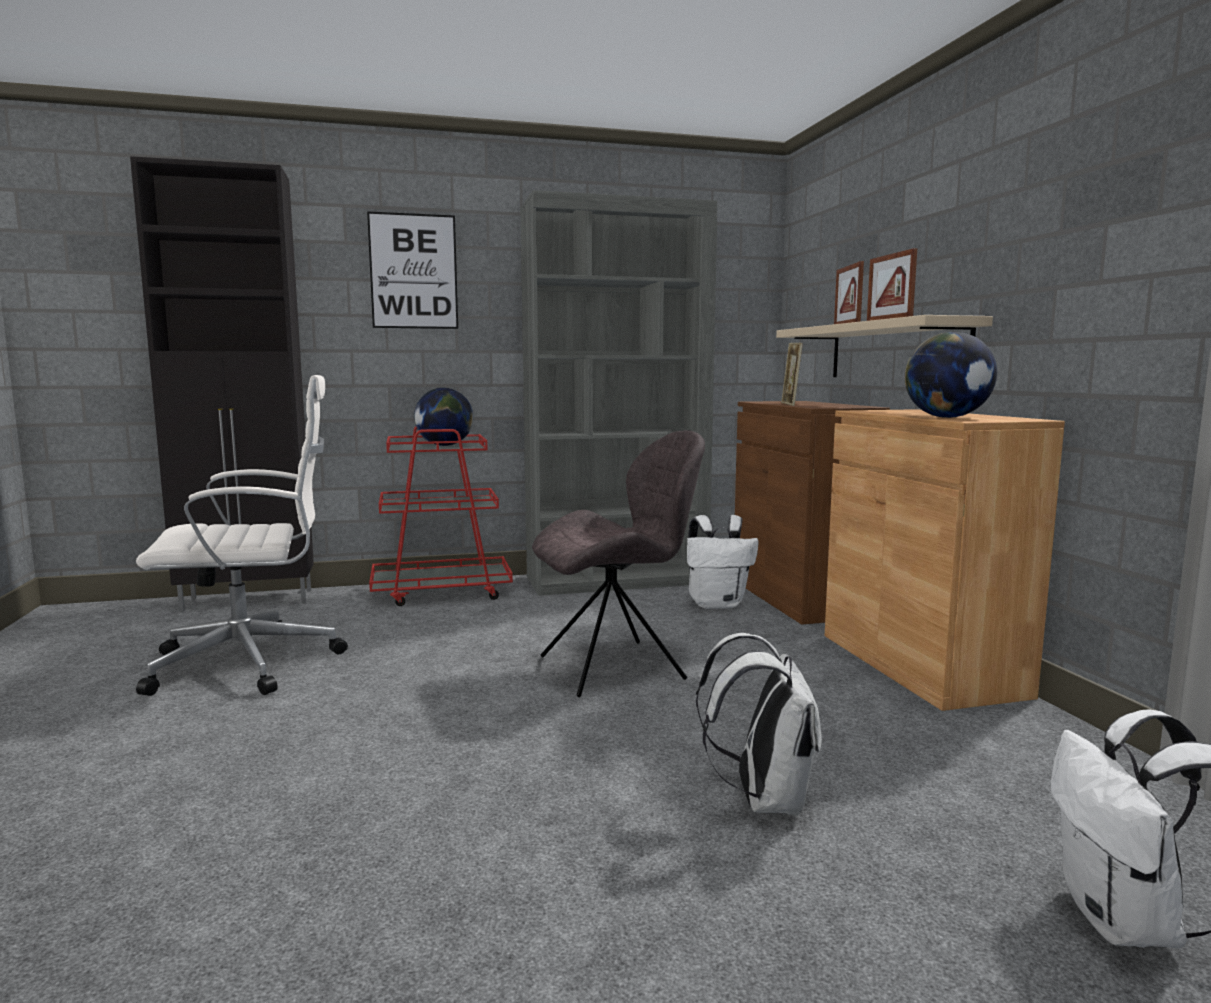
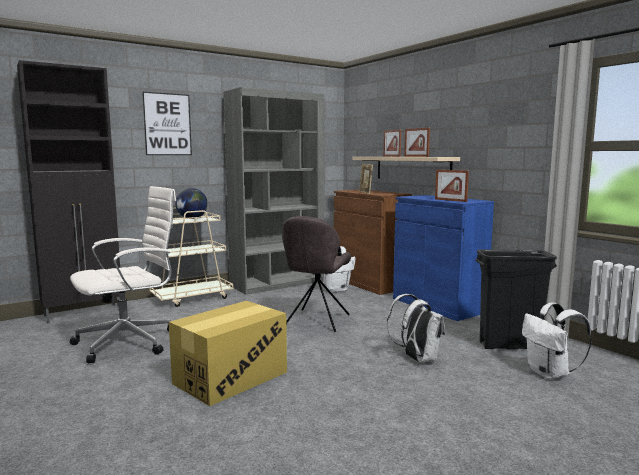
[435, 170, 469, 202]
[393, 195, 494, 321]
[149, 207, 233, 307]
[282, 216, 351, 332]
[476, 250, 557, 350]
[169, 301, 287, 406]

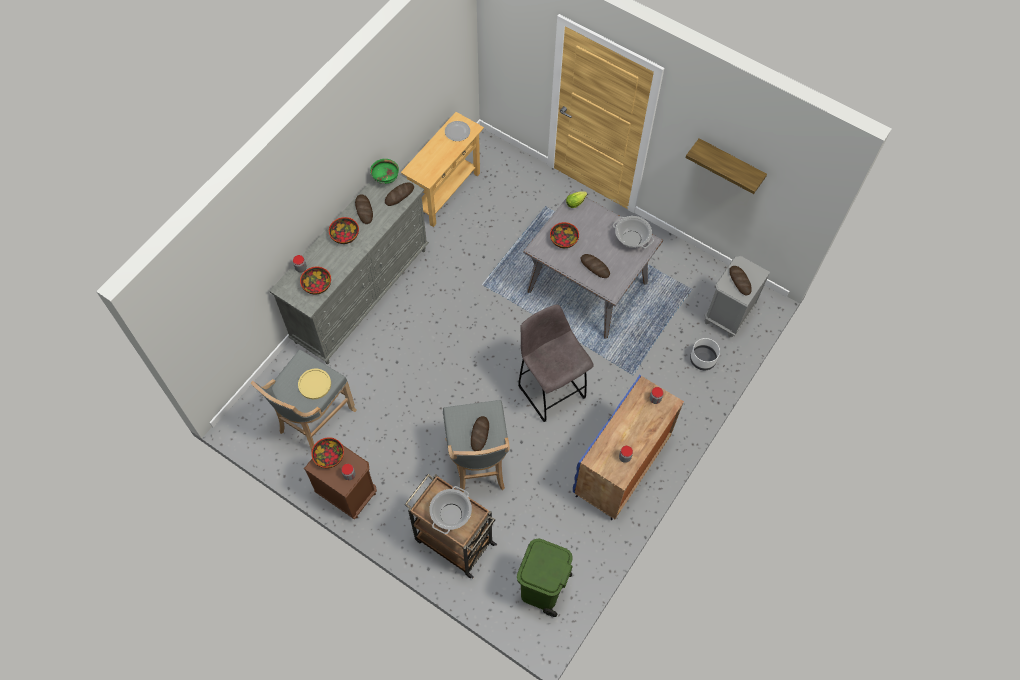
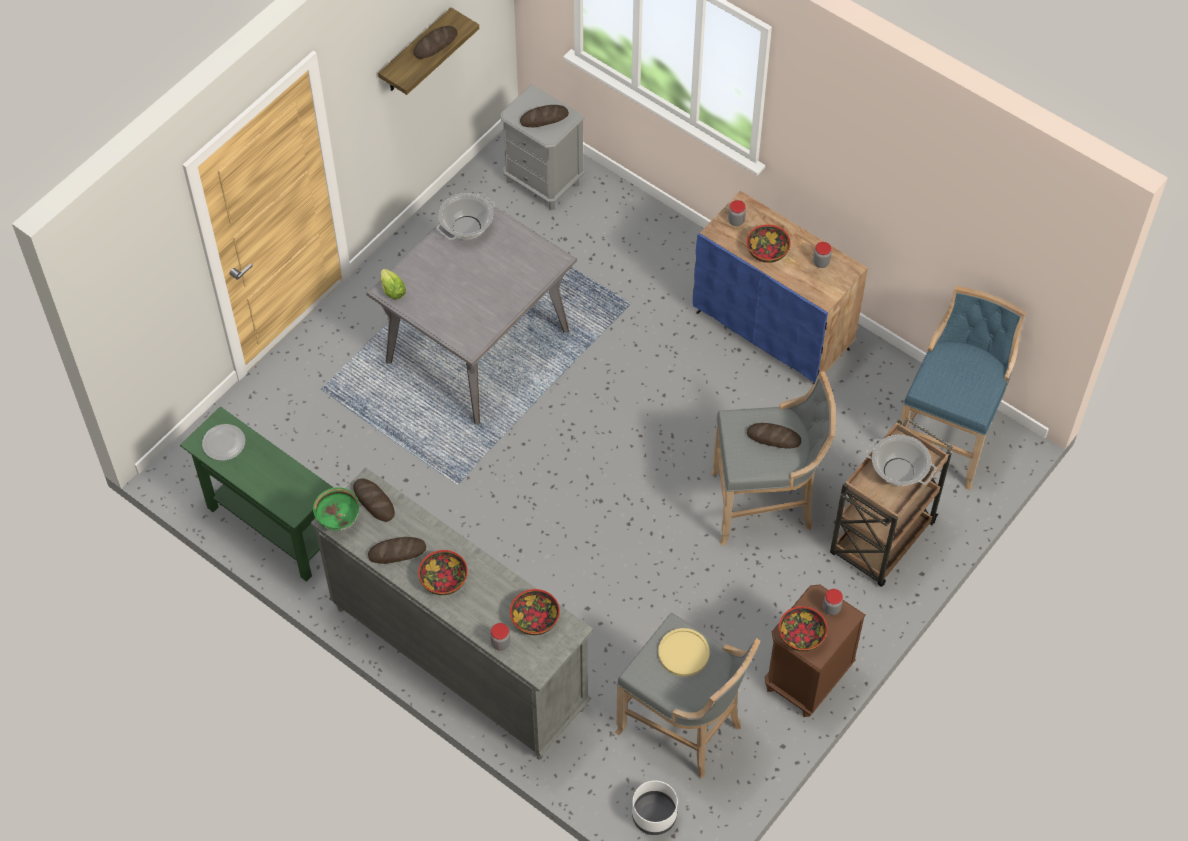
[180, 406, 334, 582]
[746, 224, 791, 263]
[413, 26, 458, 59]
[518, 304, 594, 422] (first image)
[632, 781, 678, 835]
[900, 286, 1026, 490]

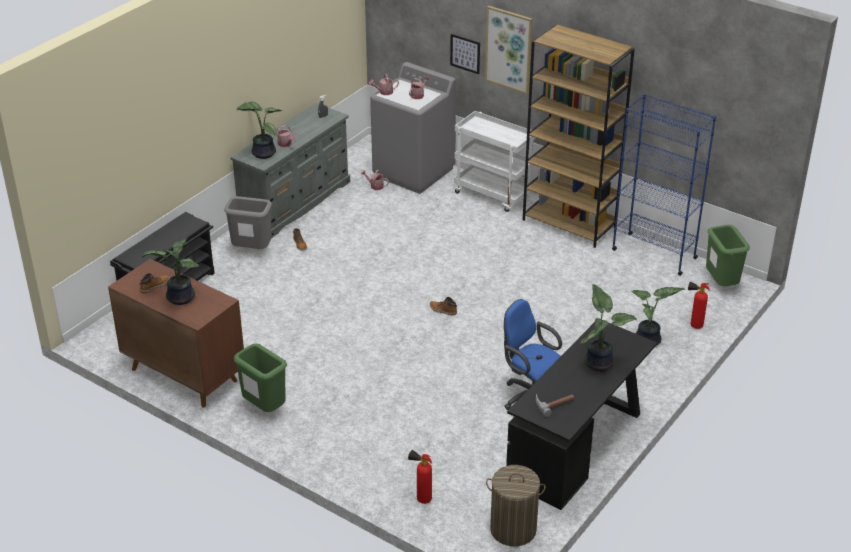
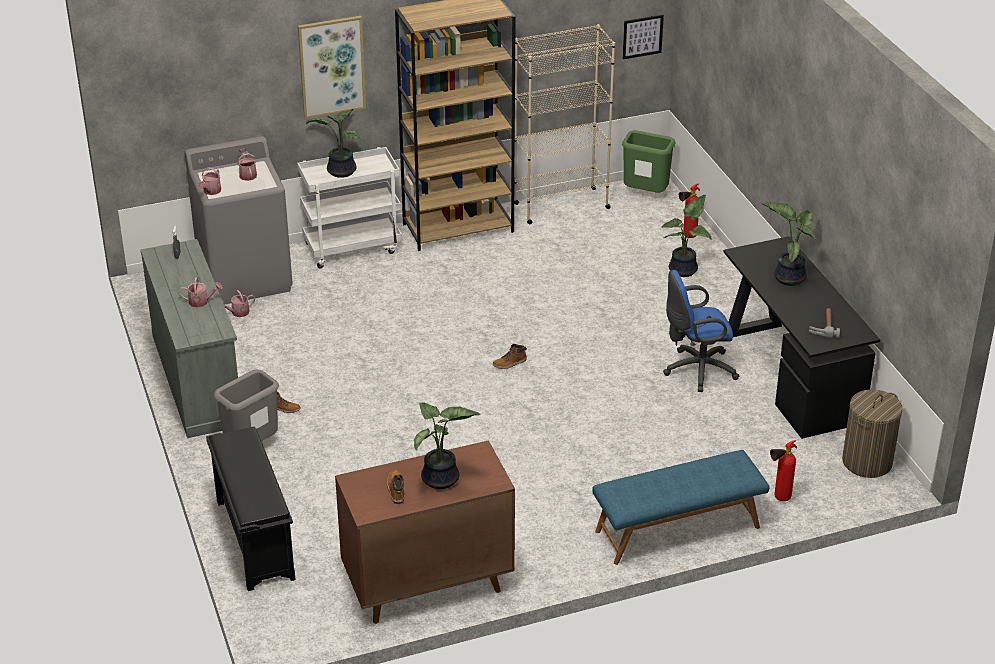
[623, 15, 664, 59]
[514, 24, 615, 225]
[306, 109, 363, 178]
[234, 343, 287, 412] (first image)
[592, 450, 770, 565]

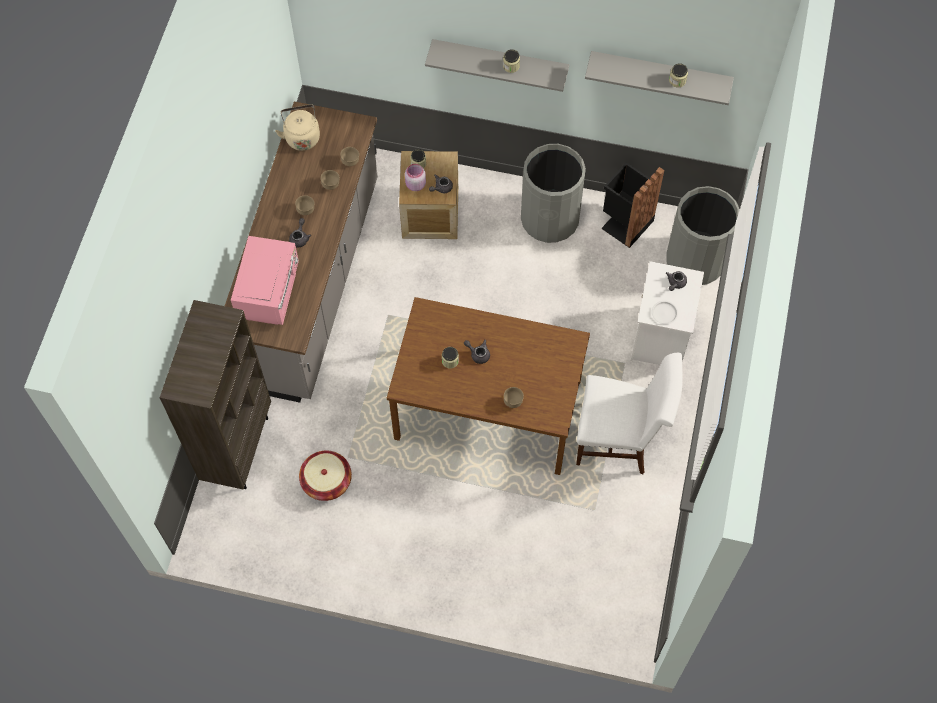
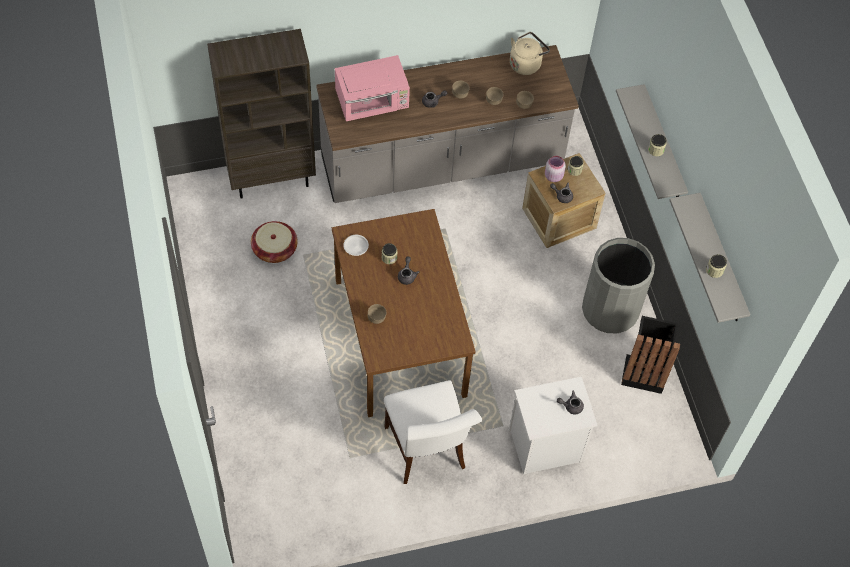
[666, 186, 740, 285] (first image)
[343, 235, 369, 256]

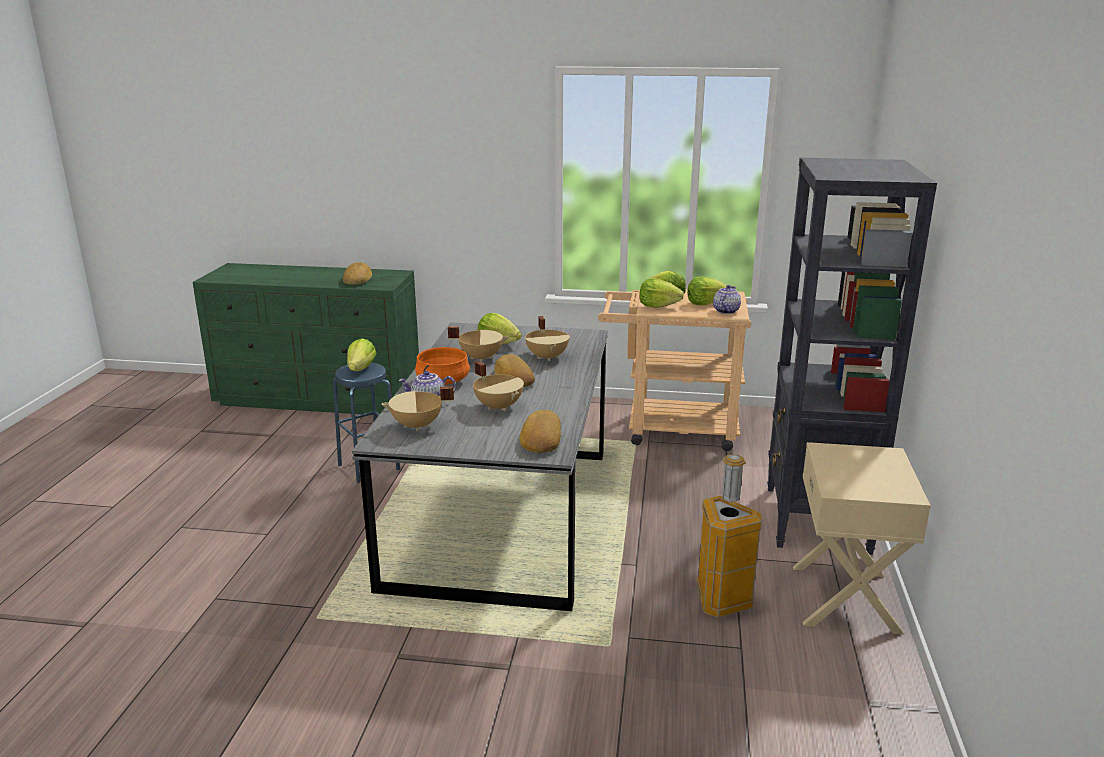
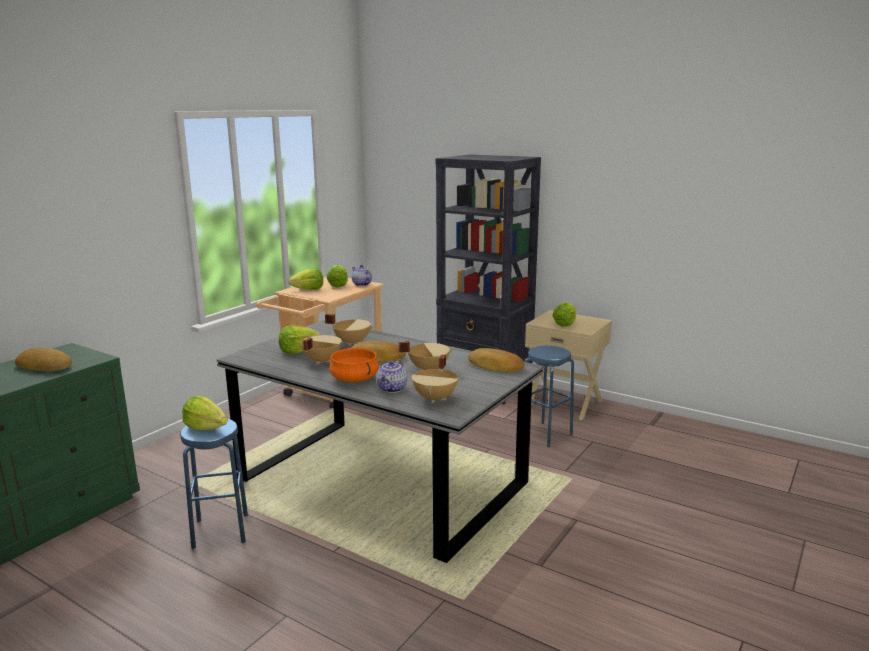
[552, 303, 576, 327]
[524, 346, 574, 447]

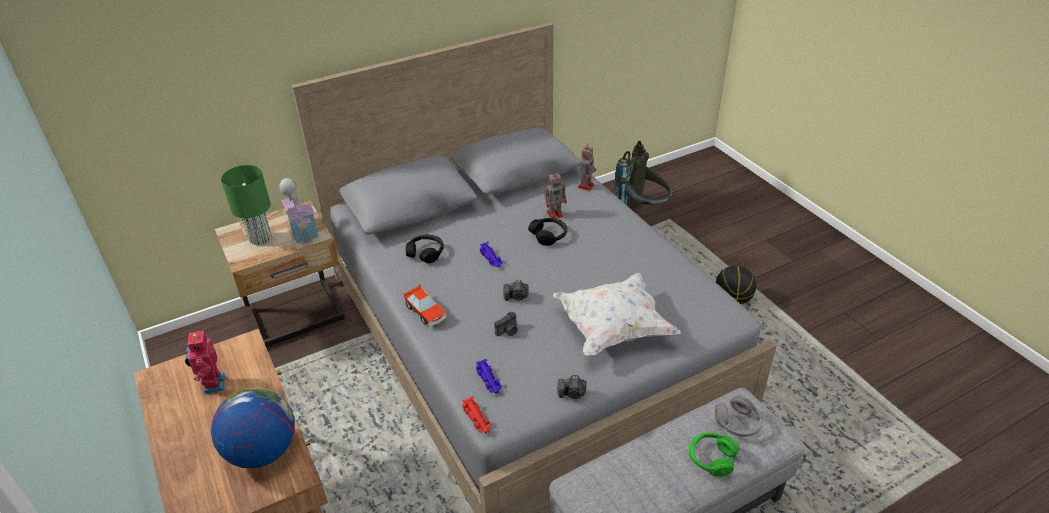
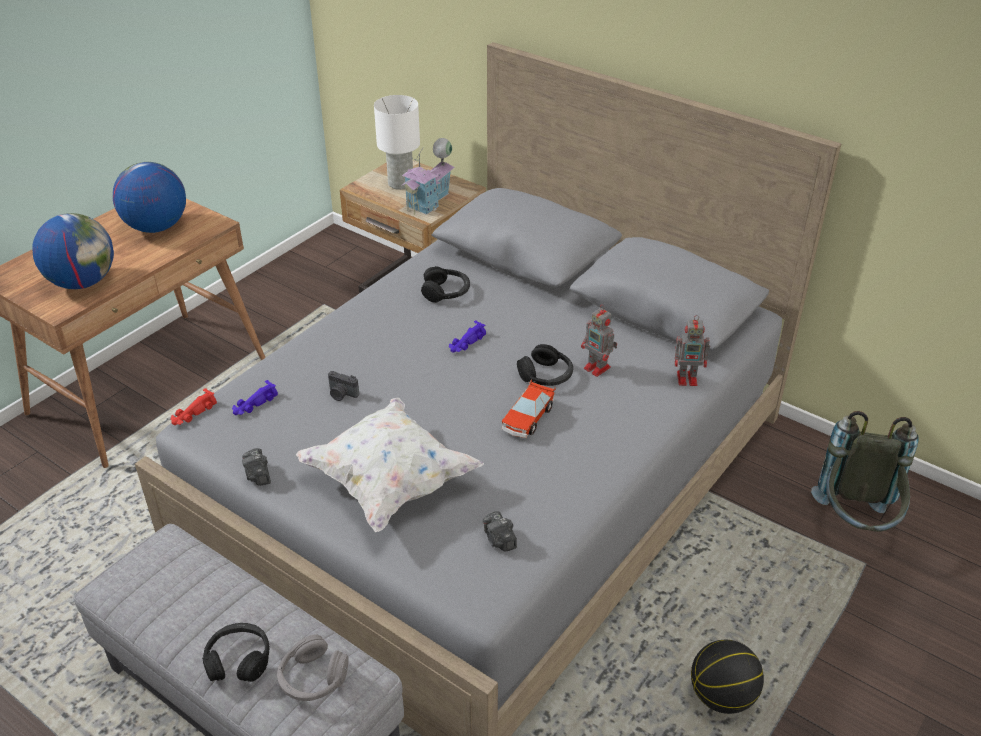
[374, 95, 420, 190]
[483, 511, 517, 552]
[502, 379, 555, 438]
[113, 162, 186, 233]
[202, 623, 269, 682]

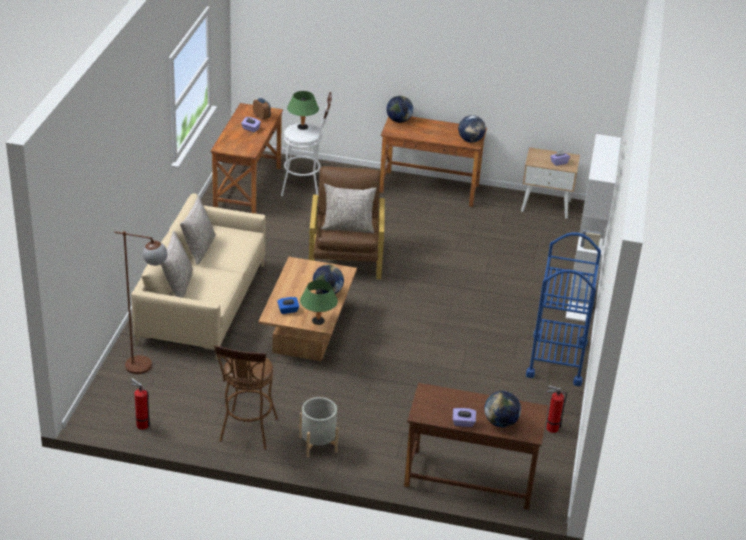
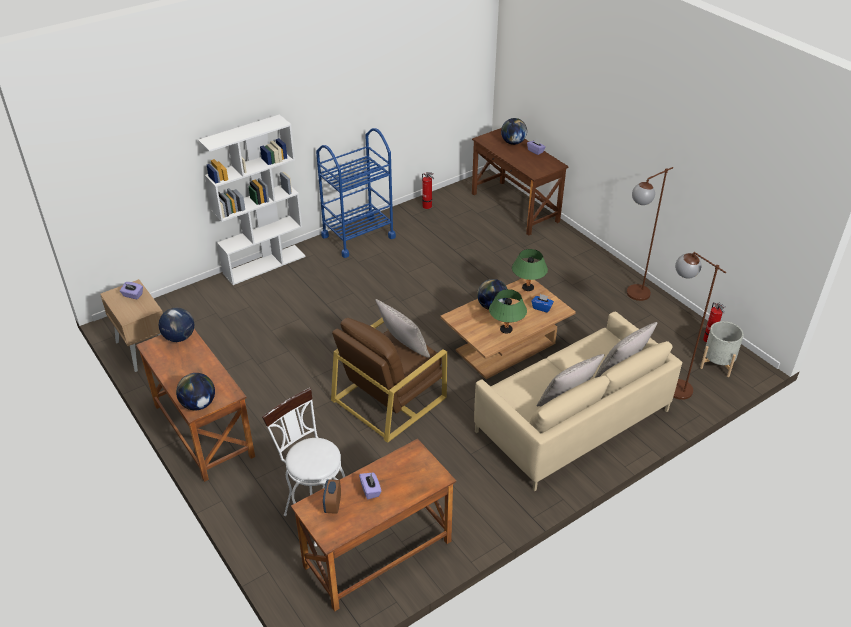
[489, 289, 527, 334]
[627, 167, 673, 301]
[700, 321, 744, 377]

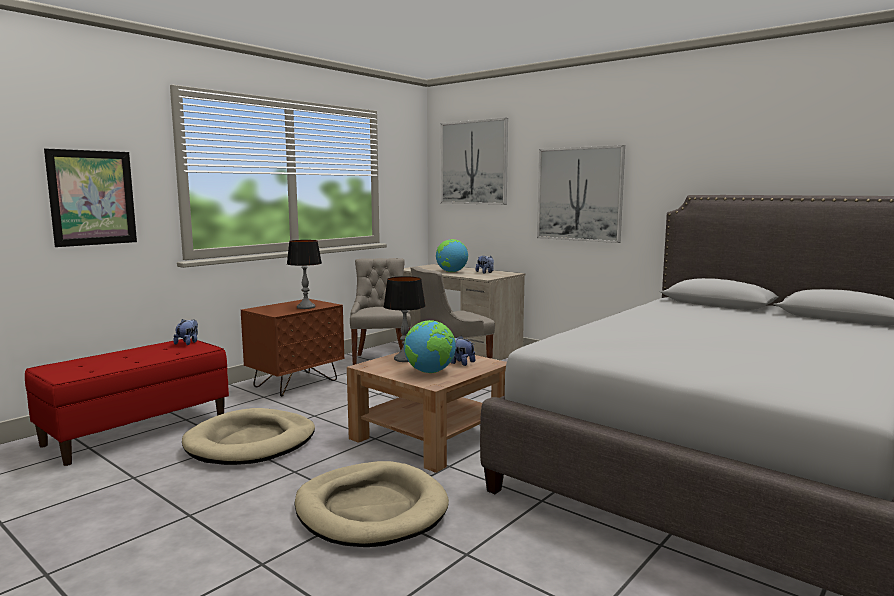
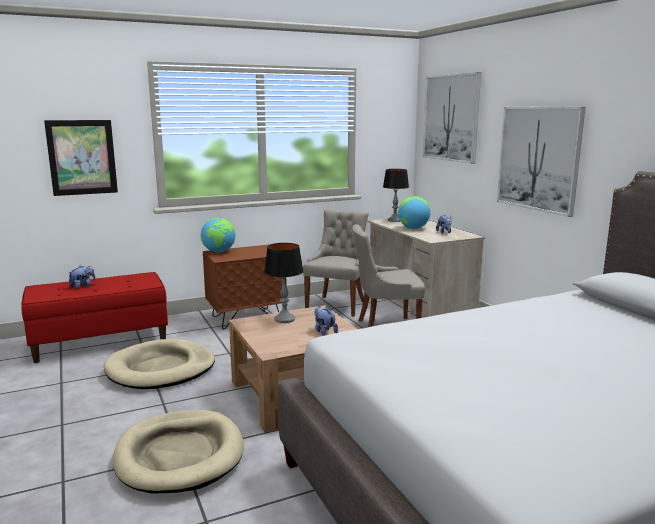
[383, 169, 409, 222]
[69, 265, 96, 289]
[200, 218, 236, 253]

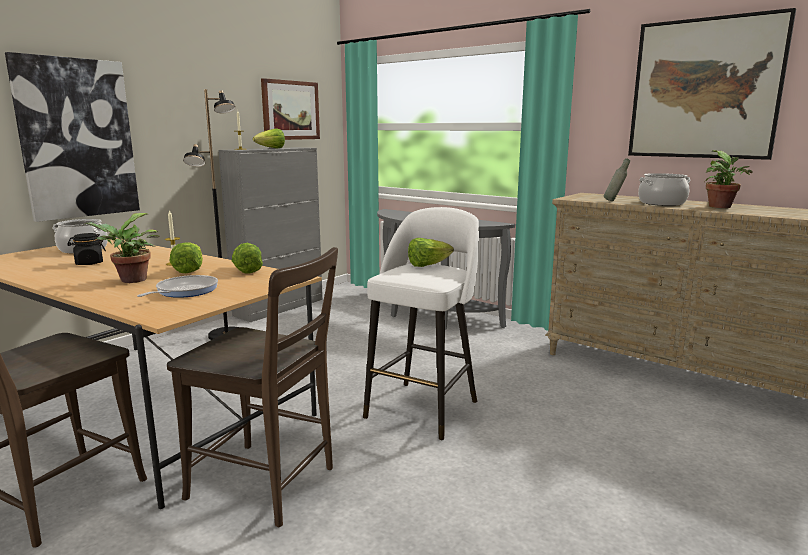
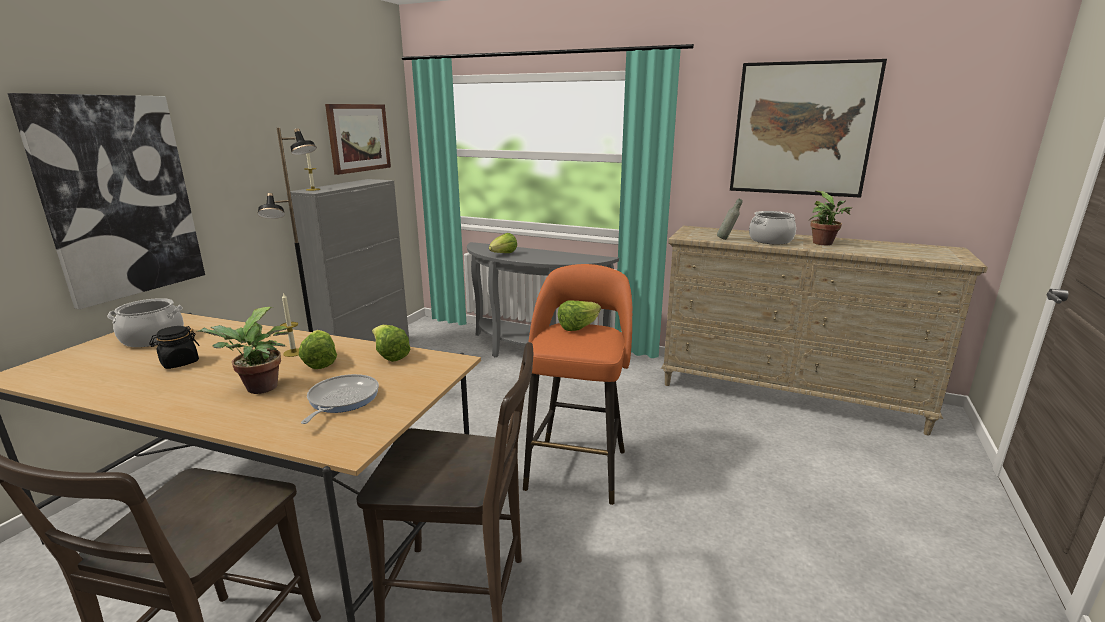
[489, 233, 517, 253]
[523, 264, 632, 505]

